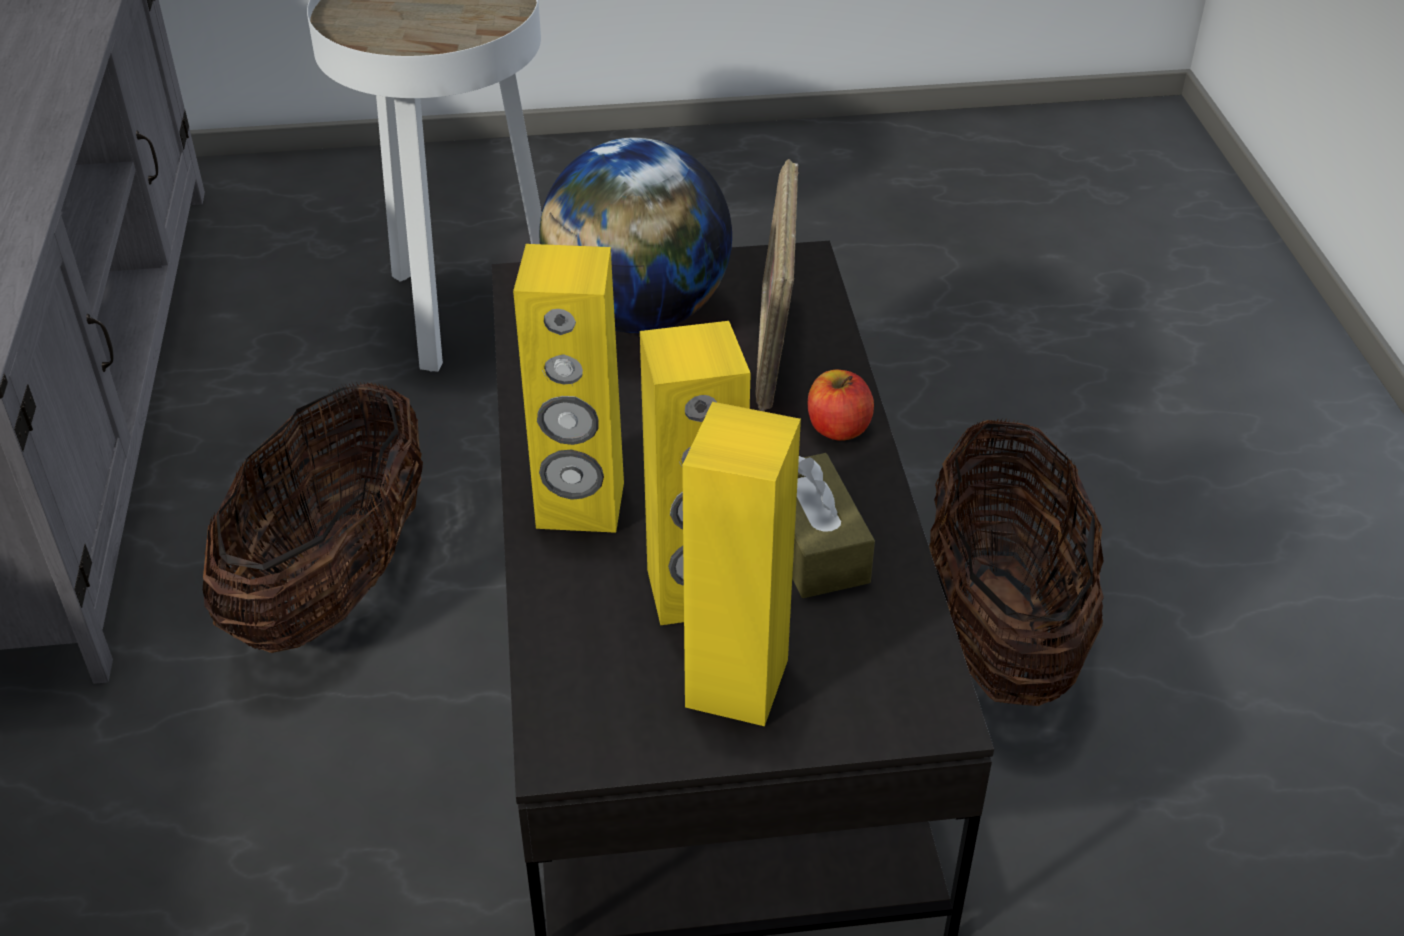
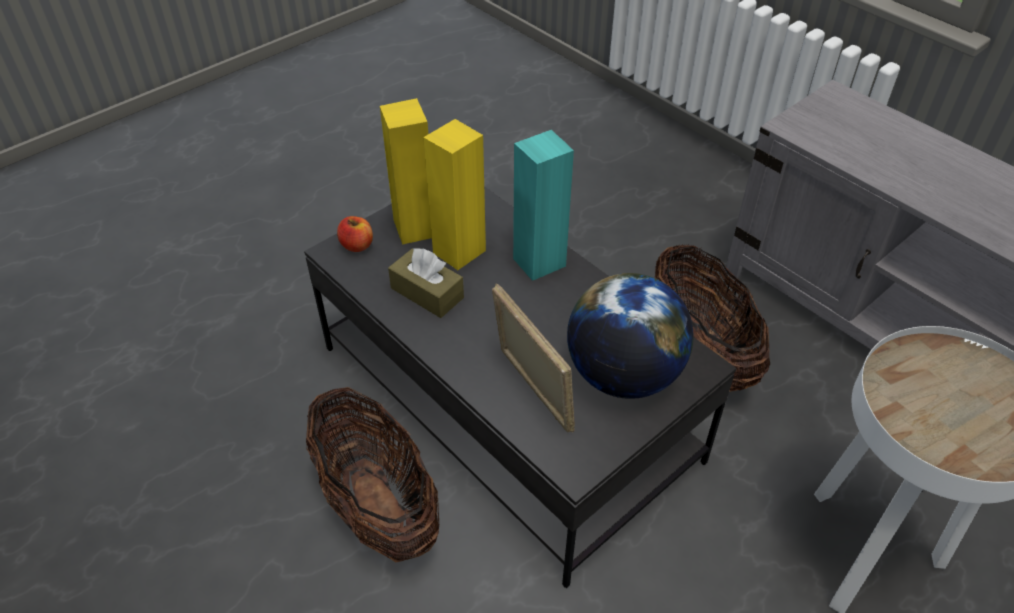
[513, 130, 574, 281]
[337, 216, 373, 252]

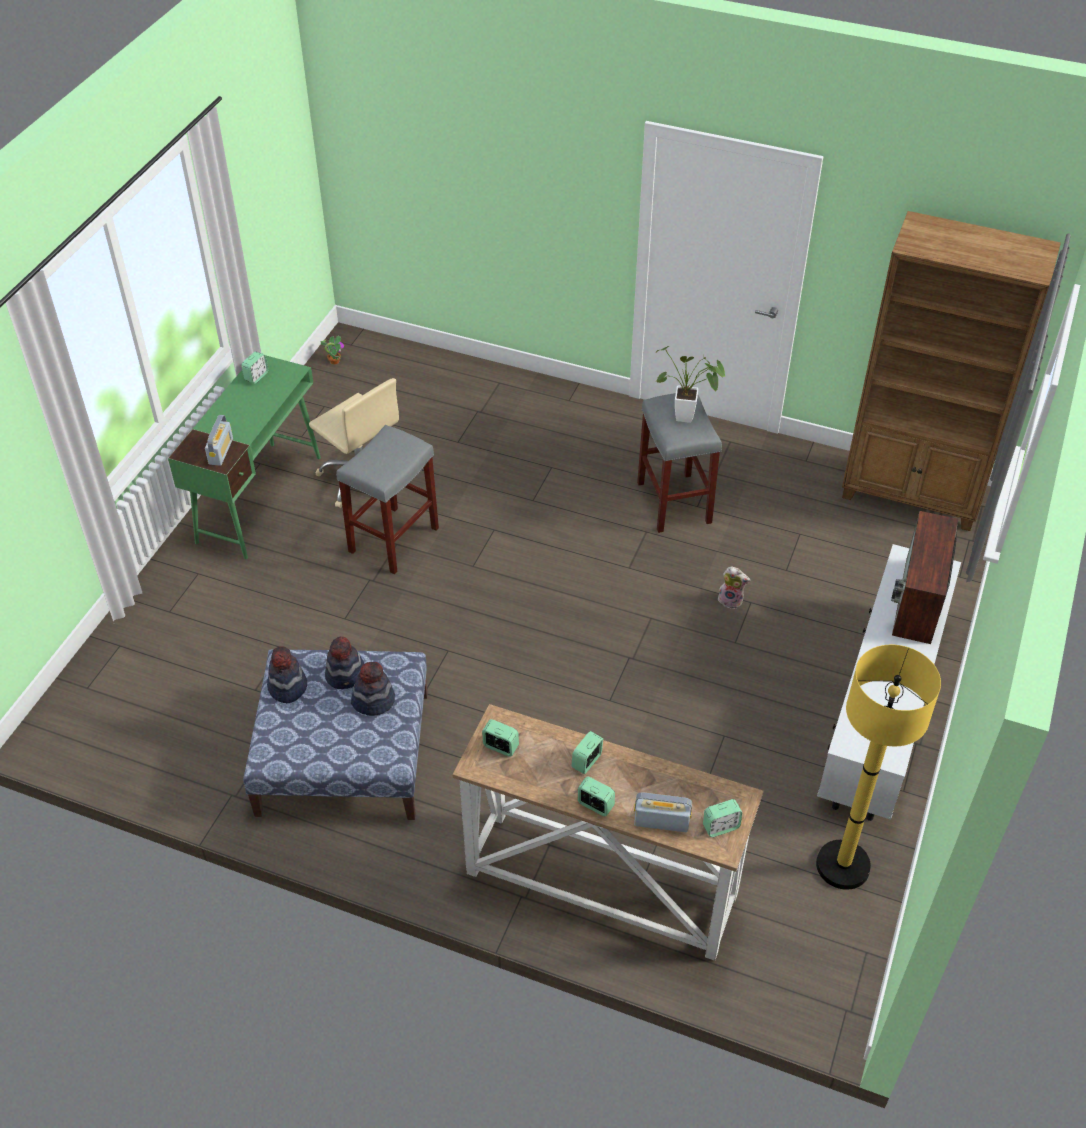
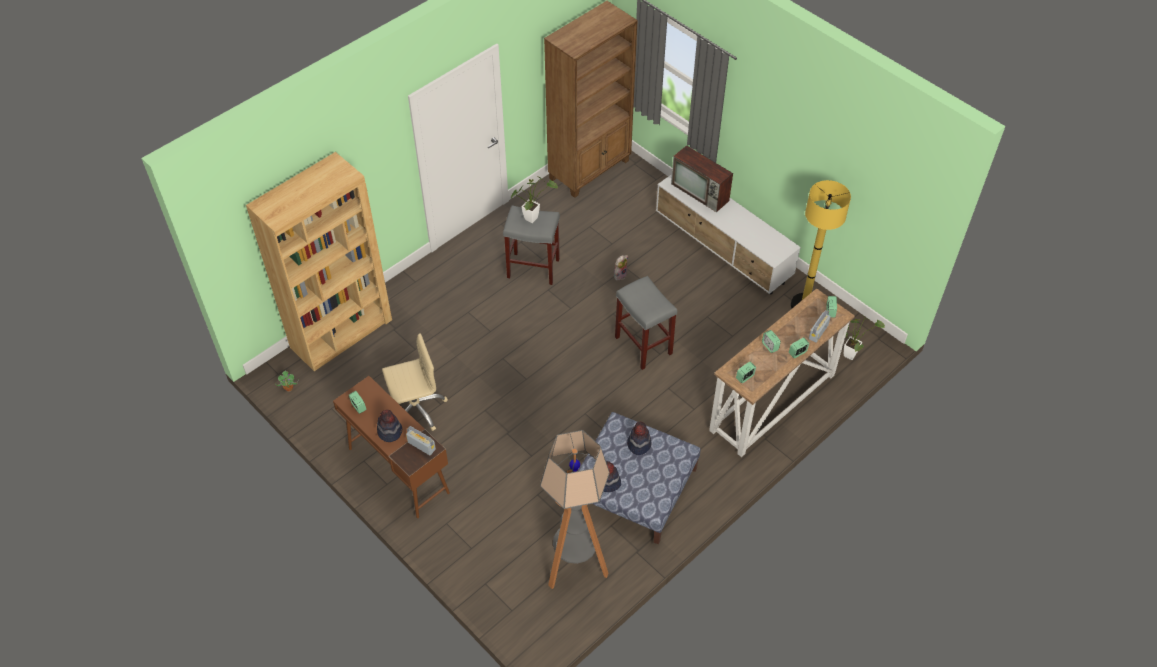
[333, 376, 450, 518]
[615, 276, 677, 370]
[377, 410, 402, 442]
[246, 152, 392, 371]
[844, 316, 885, 360]
[540, 430, 610, 589]

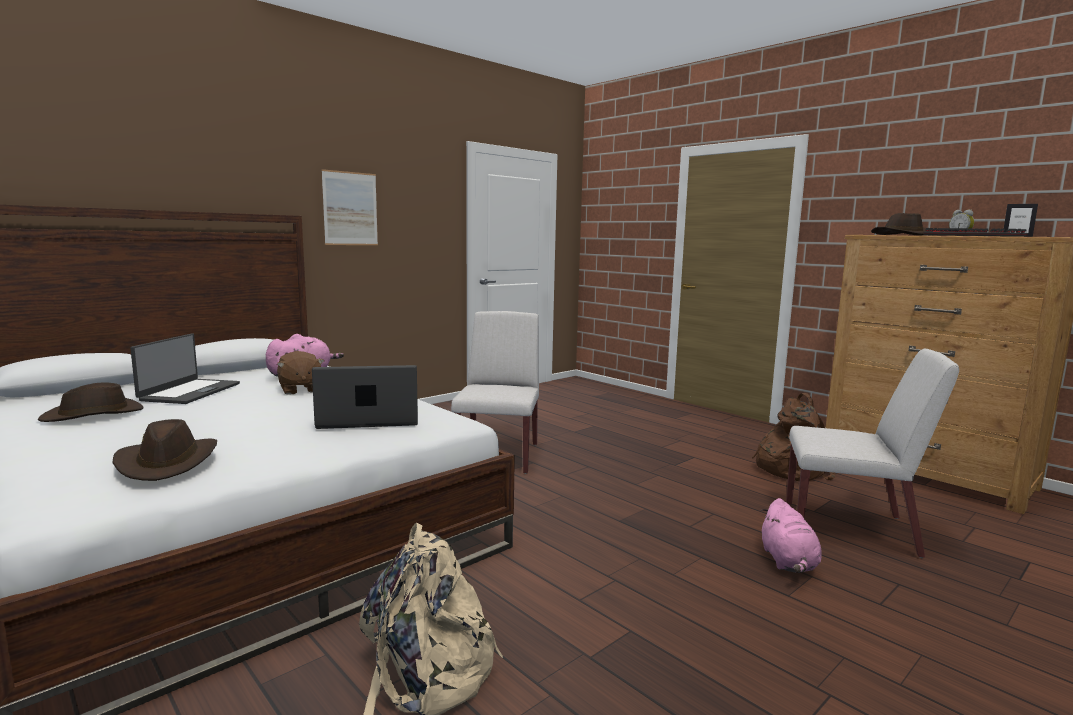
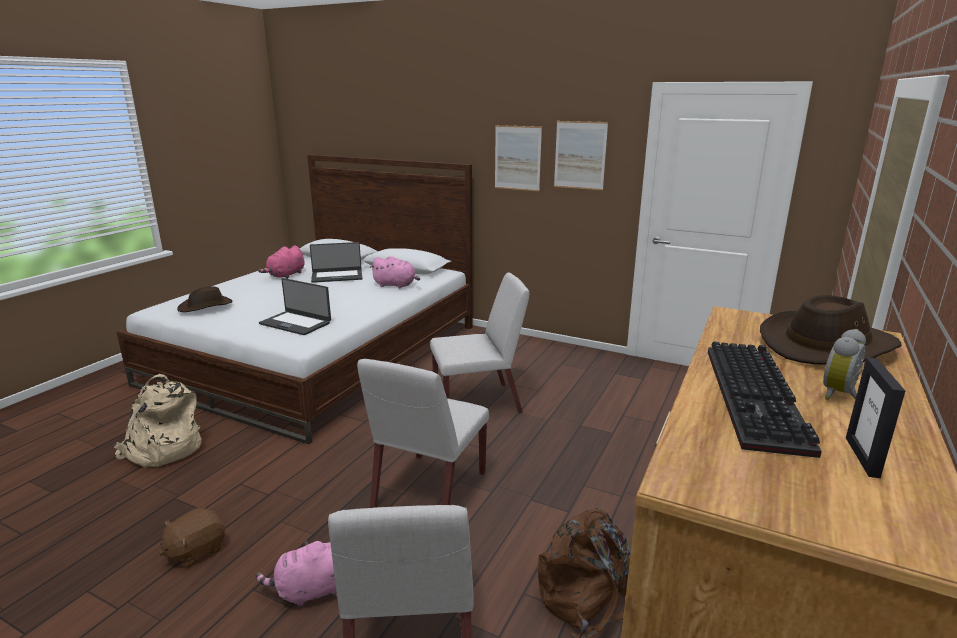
[159, 508, 225, 568]
[259, 278, 331, 335]
[258, 245, 305, 279]
[554, 121, 608, 190]
[357, 359, 489, 508]

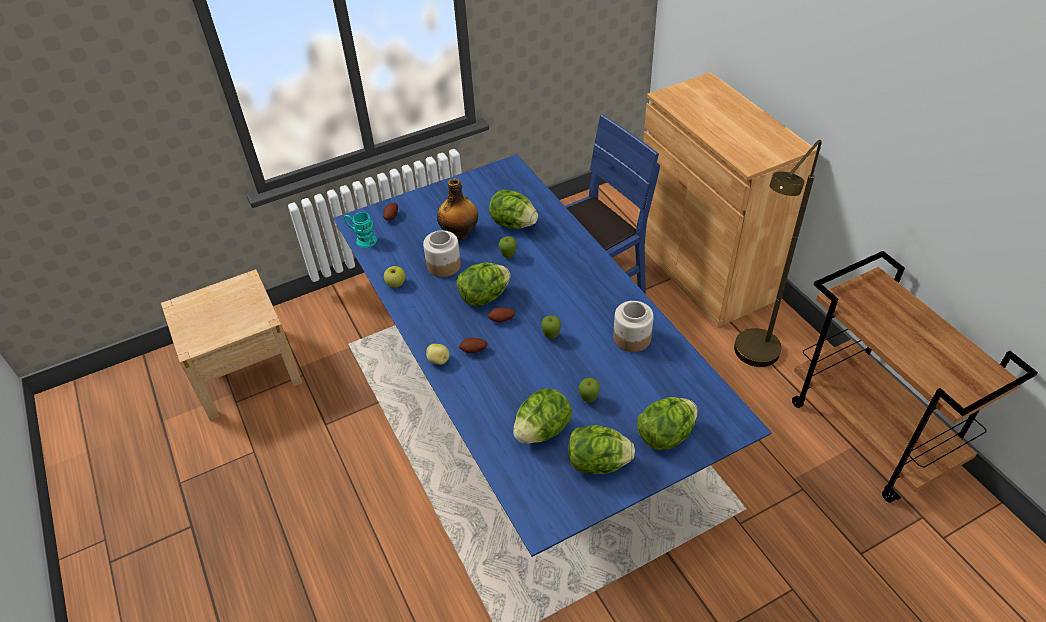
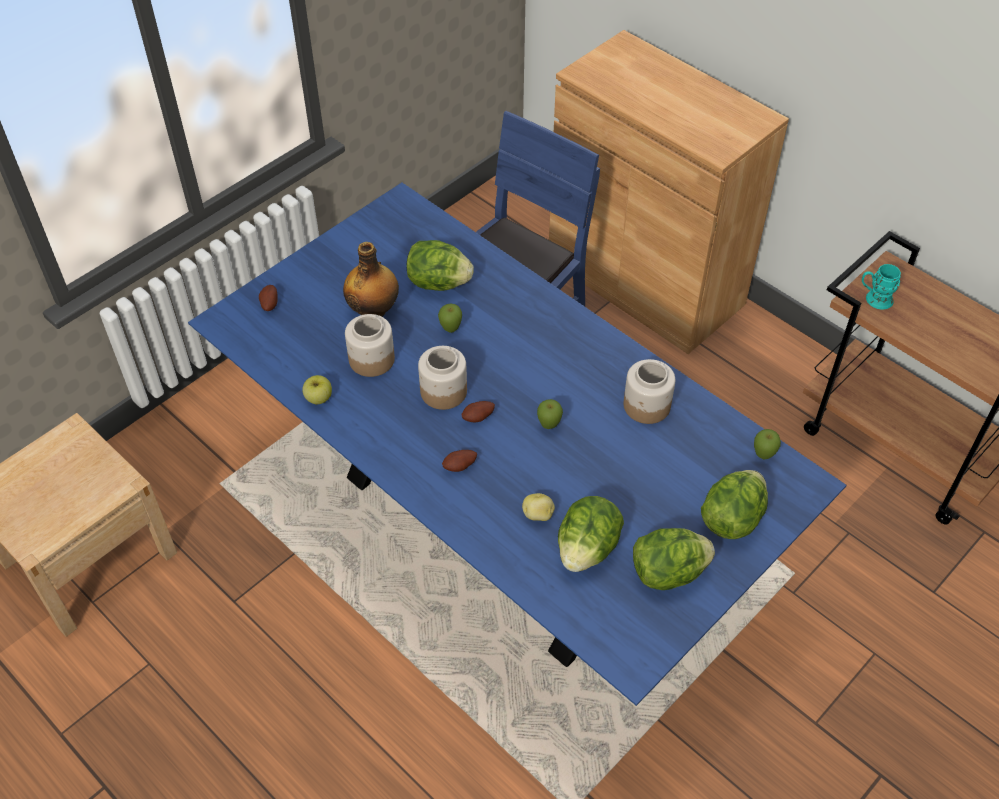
[734, 140, 822, 367] (first image)
[862, 264, 901, 309]
[418, 346, 467, 410]
[522, 493, 555, 521]
[754, 429, 781, 459]

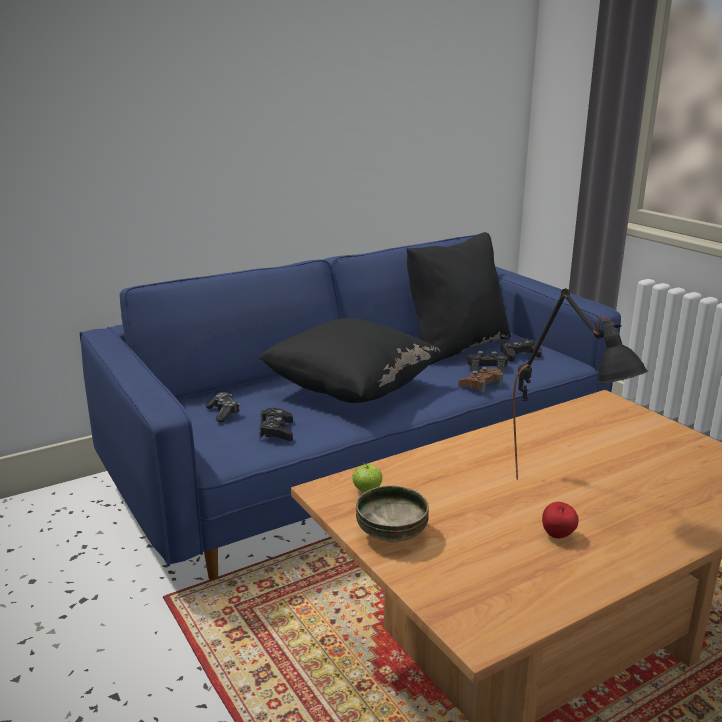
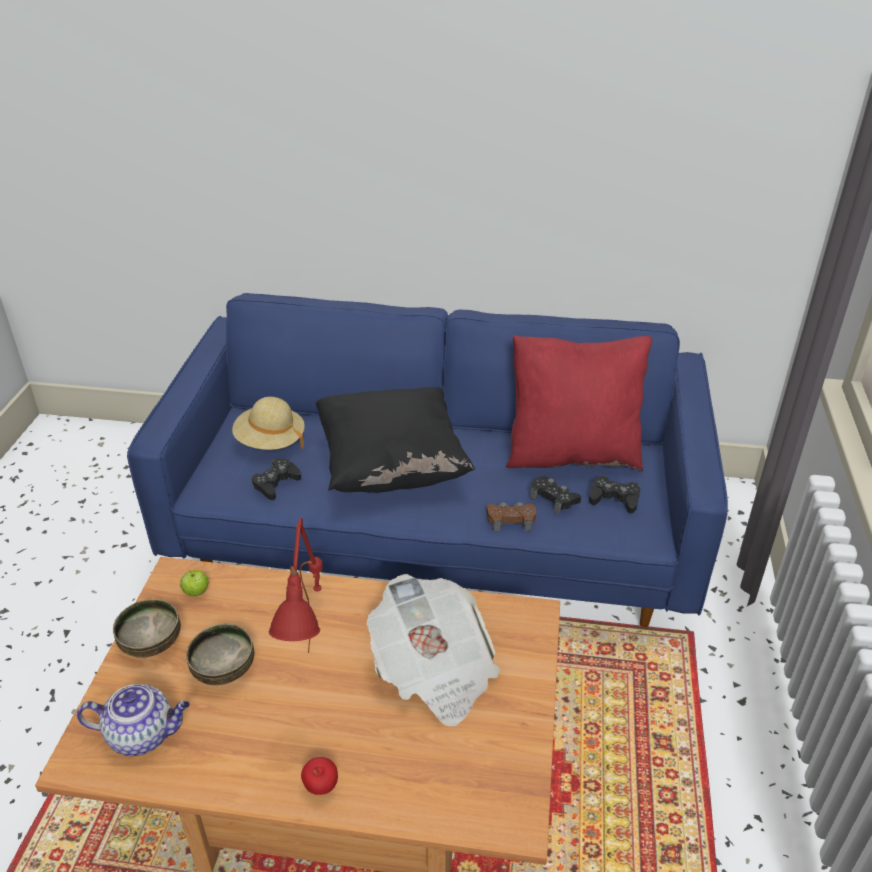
[506, 335, 652, 471]
[269, 518, 323, 653]
[232, 397, 305, 450]
[301, 757, 338, 795]
[367, 574, 500, 726]
[186, 624, 254, 685]
[77, 684, 190, 756]

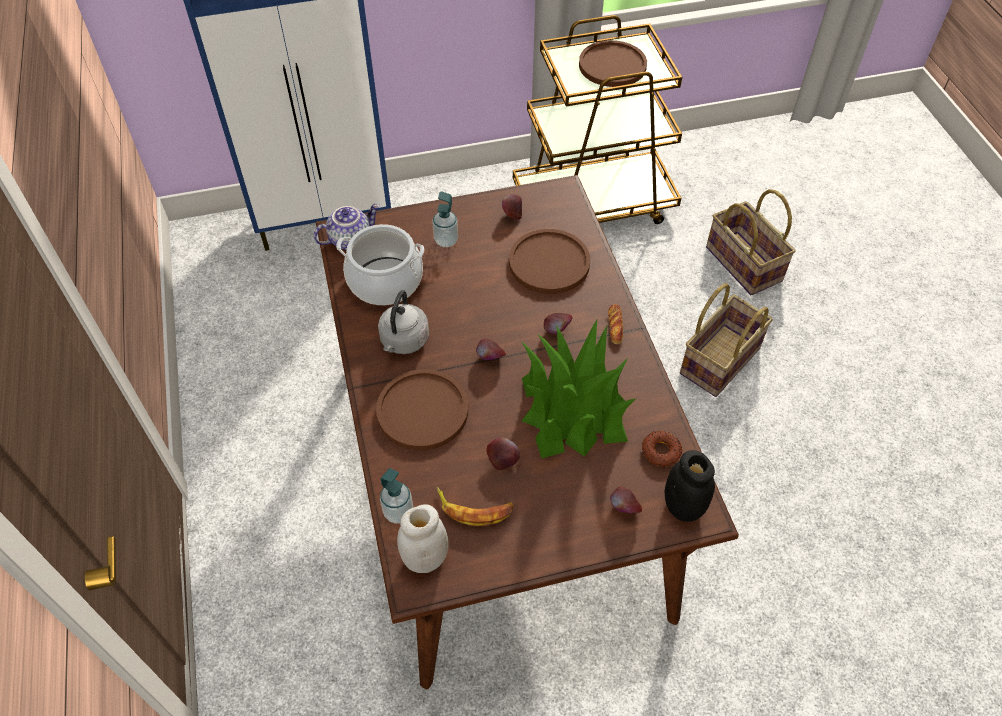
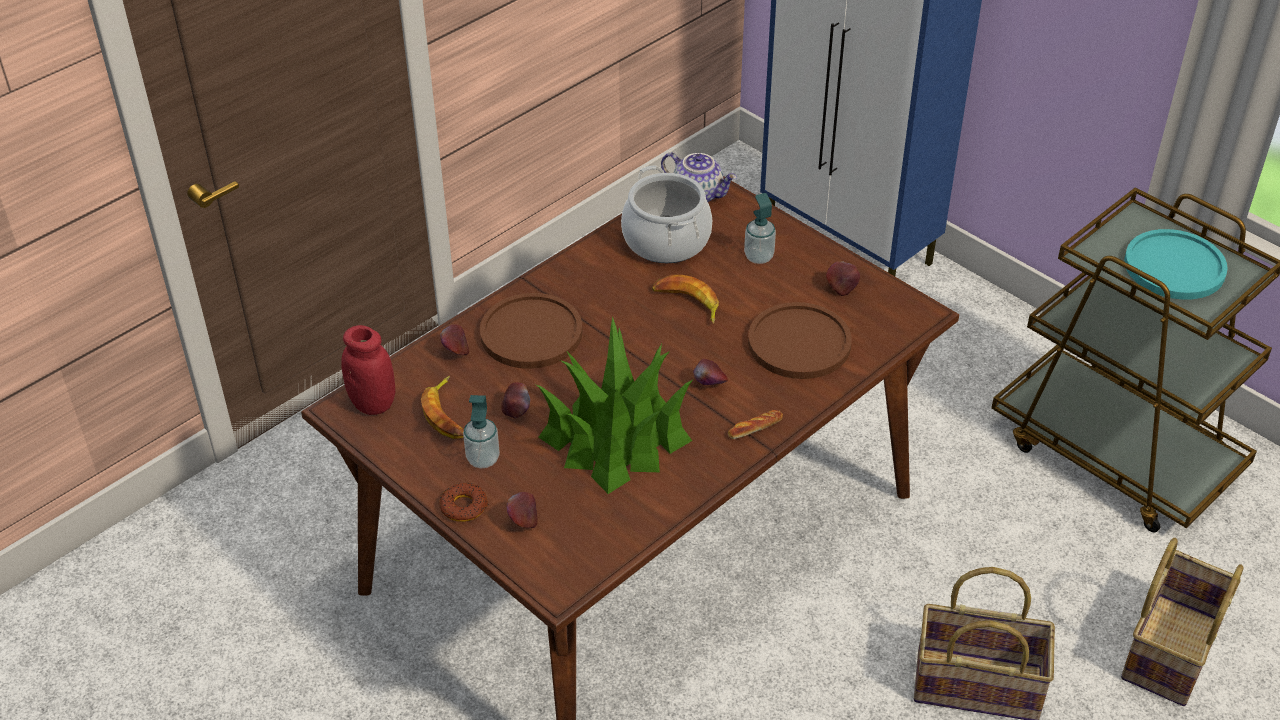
[1124, 229, 1228, 300]
[378, 290, 429, 354] (first image)
[440, 324, 469, 355]
[439, 483, 488, 522]
[665, 450, 715, 522] (first image)
[463, 395, 500, 468]
[341, 325, 395, 415]
[652, 275, 719, 324]

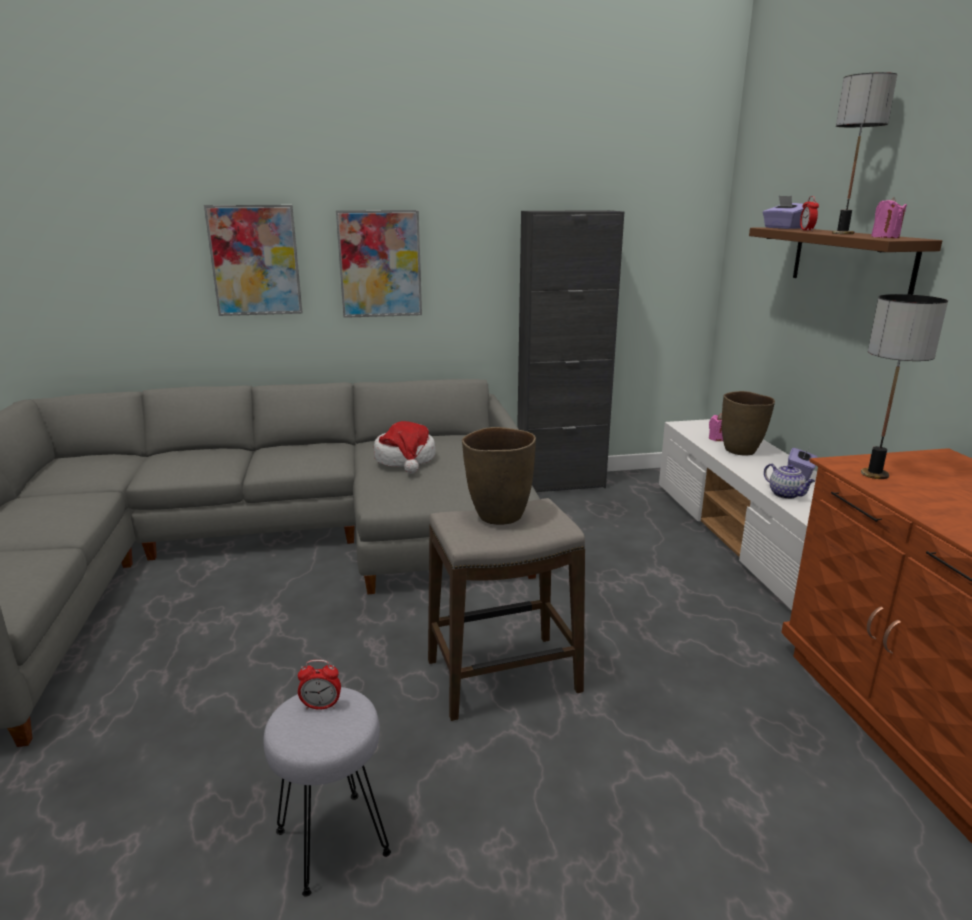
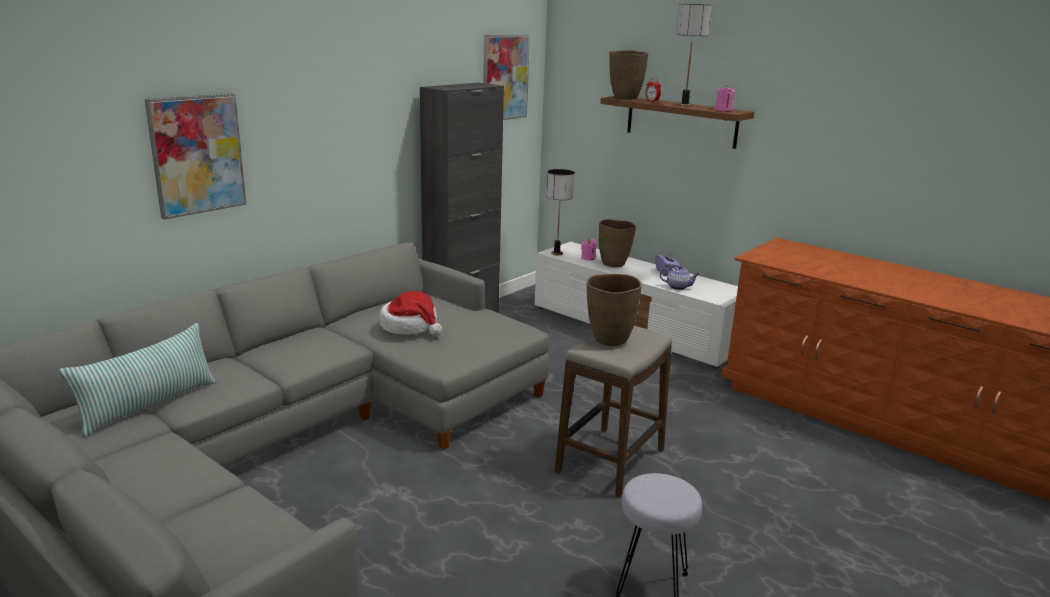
[609, 50, 648, 99]
[483, 35, 530, 120]
[546, 169, 575, 256]
[298, 660, 341, 710] (first image)
[59, 323, 217, 437]

